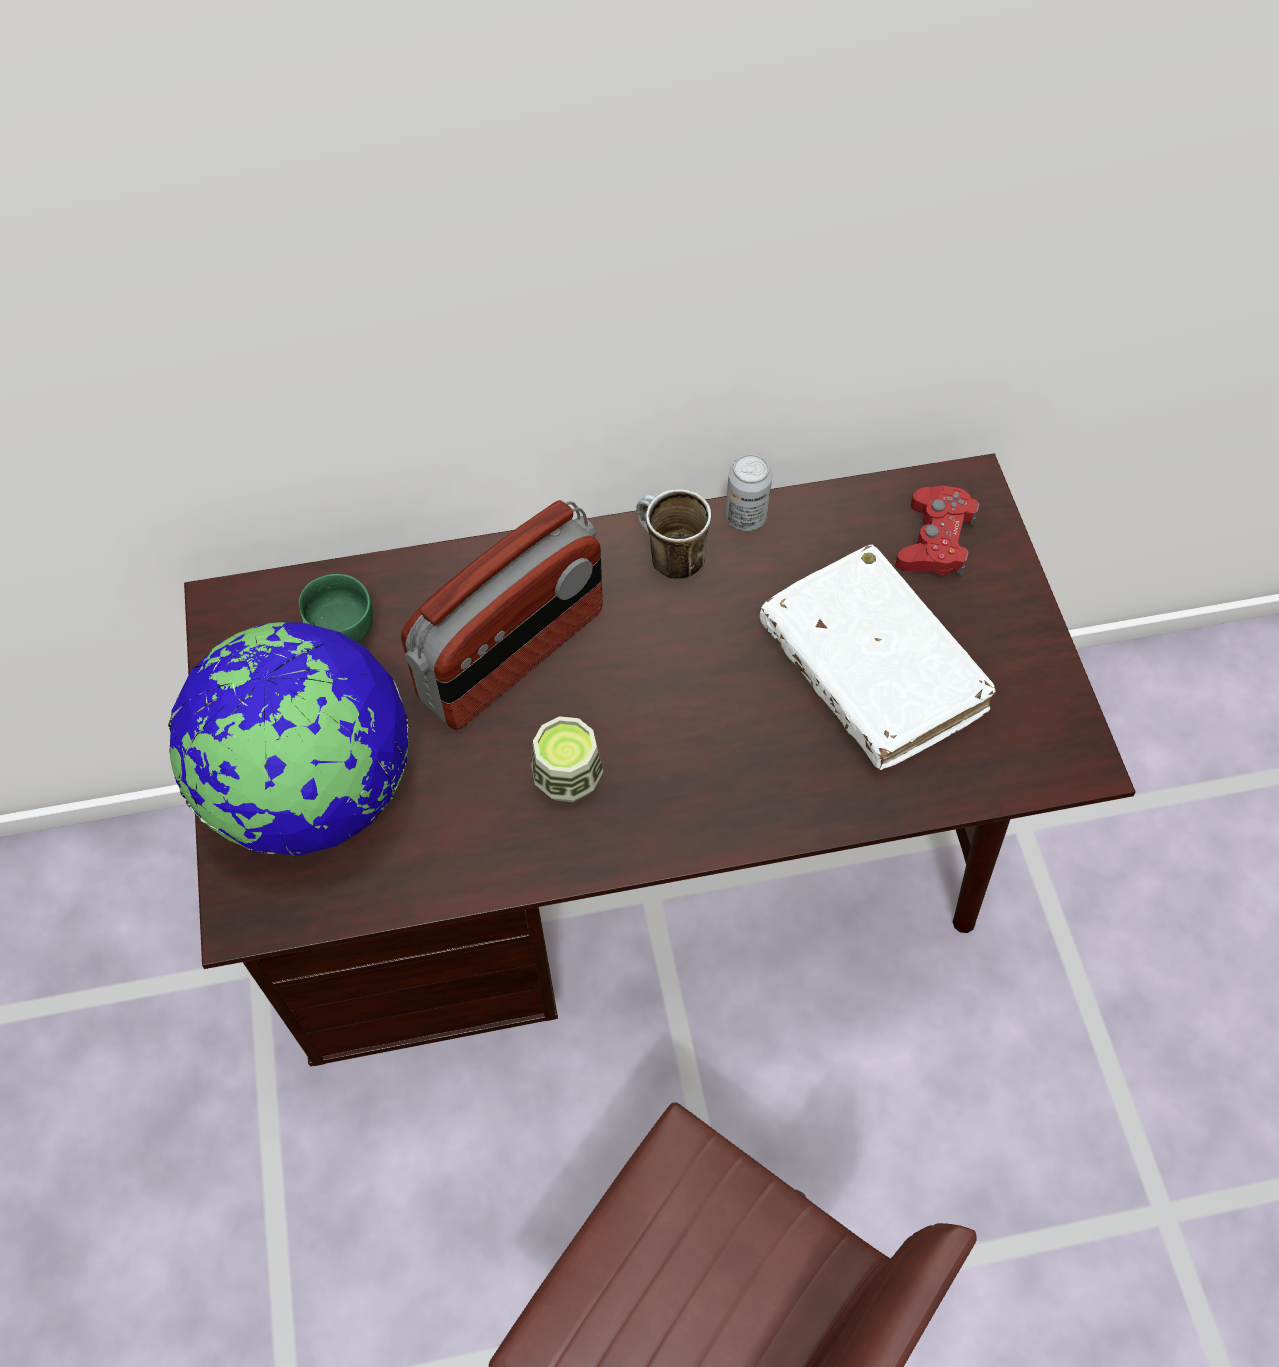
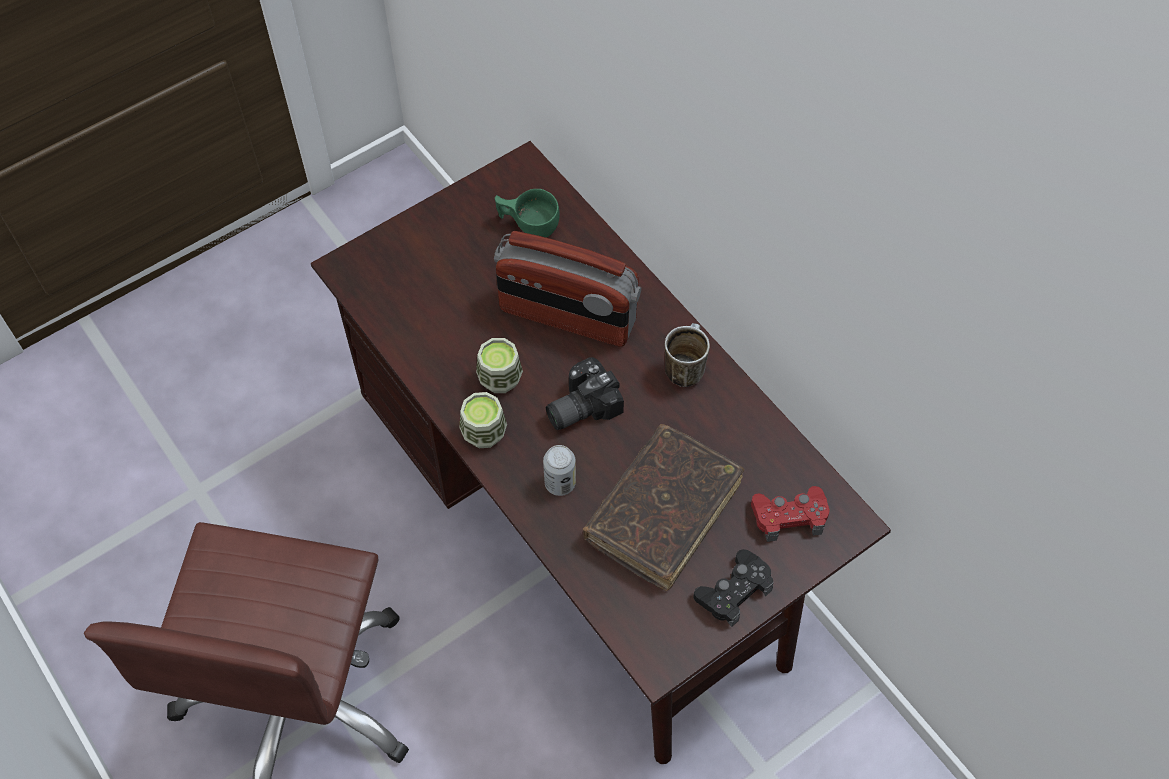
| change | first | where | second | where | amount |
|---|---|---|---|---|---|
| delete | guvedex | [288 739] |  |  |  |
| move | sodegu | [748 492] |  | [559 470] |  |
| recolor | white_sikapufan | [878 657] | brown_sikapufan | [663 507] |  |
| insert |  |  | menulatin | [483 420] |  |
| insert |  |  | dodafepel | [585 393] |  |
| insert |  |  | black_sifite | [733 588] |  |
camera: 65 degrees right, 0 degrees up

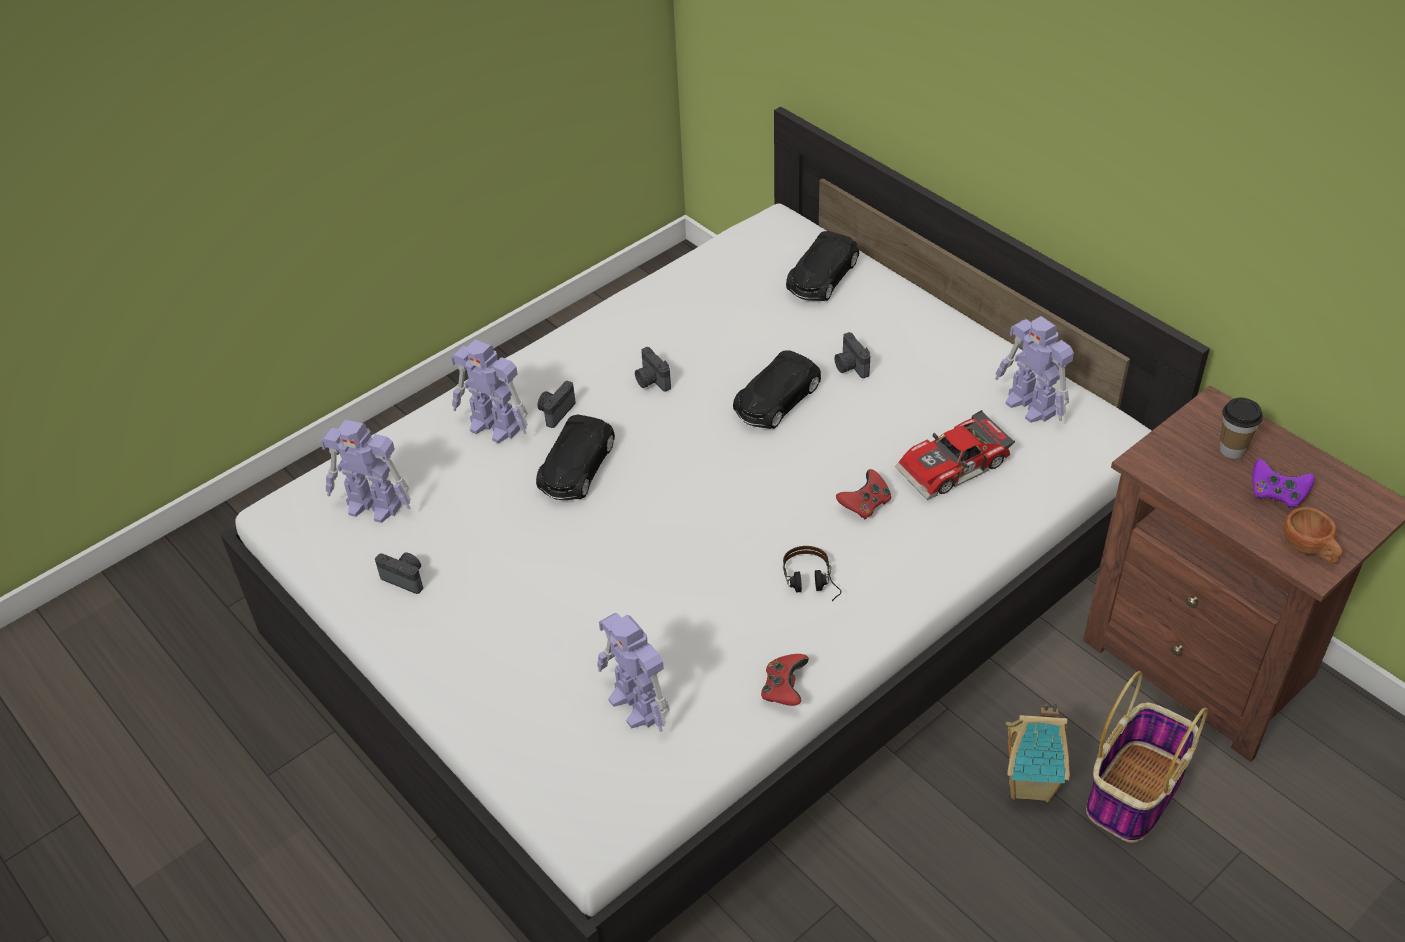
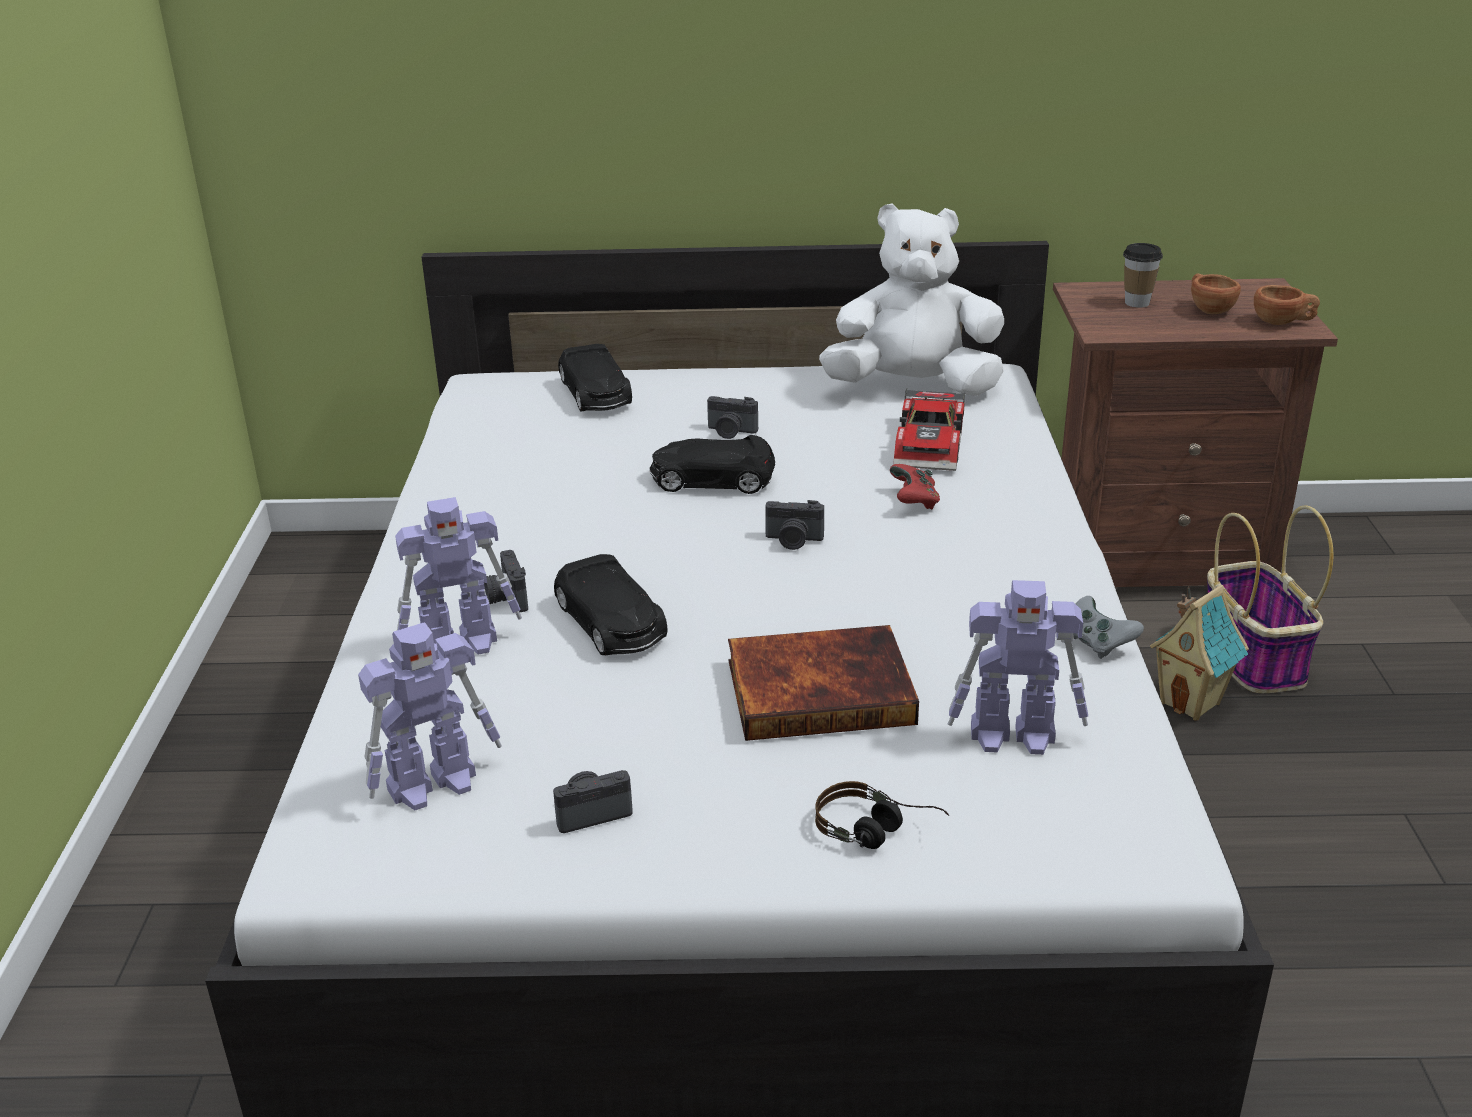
| change | first | where | second | where | amount |
|---|---|---|---|---|---|
| move | dodafepel | [653 369] |  | [794 525] |  |
| rotate | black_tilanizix | [777 389] |  | [712 464] | 105 degrees clockwise |
| recolor | red_sifite | [785 680] | grey_sifite | [1108 627] |  |
| move | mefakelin | [812 573] |  | [882 815] |  |
| replace | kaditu | [1034 369] | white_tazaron | [911 299] |  |
| replace | purple_sifite | [1283 484] | brown_menulatin | [1216 293] |  |
| insert |  |  | sikapufan | [823 683] |  |
camera: 50 degrees left, 15 degrees down

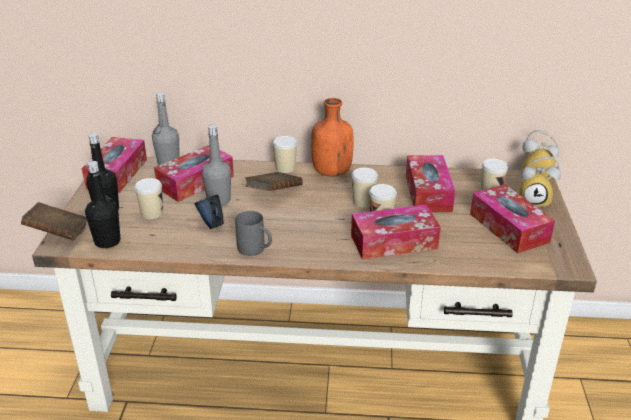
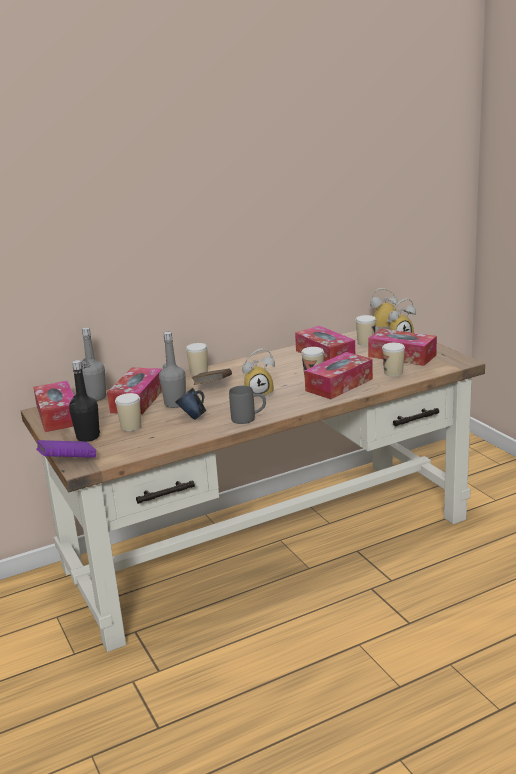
| change | first | where | second | where | amount |
|---|---|---|---|---|---|
| recolor | brown_sikapufan | [54 221] | purple_sikapufan | [66 449] |  |
| delete | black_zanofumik | [102 204] |  |  |  |
| delete | orange_zanofumik | [332 137] |  |  |  |
| move | menulatin | [365 188] |  | [393 360] |  |
| insert |  |  | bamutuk | [258 372] |  |
camera: 30 degrees left, 10 degrees down

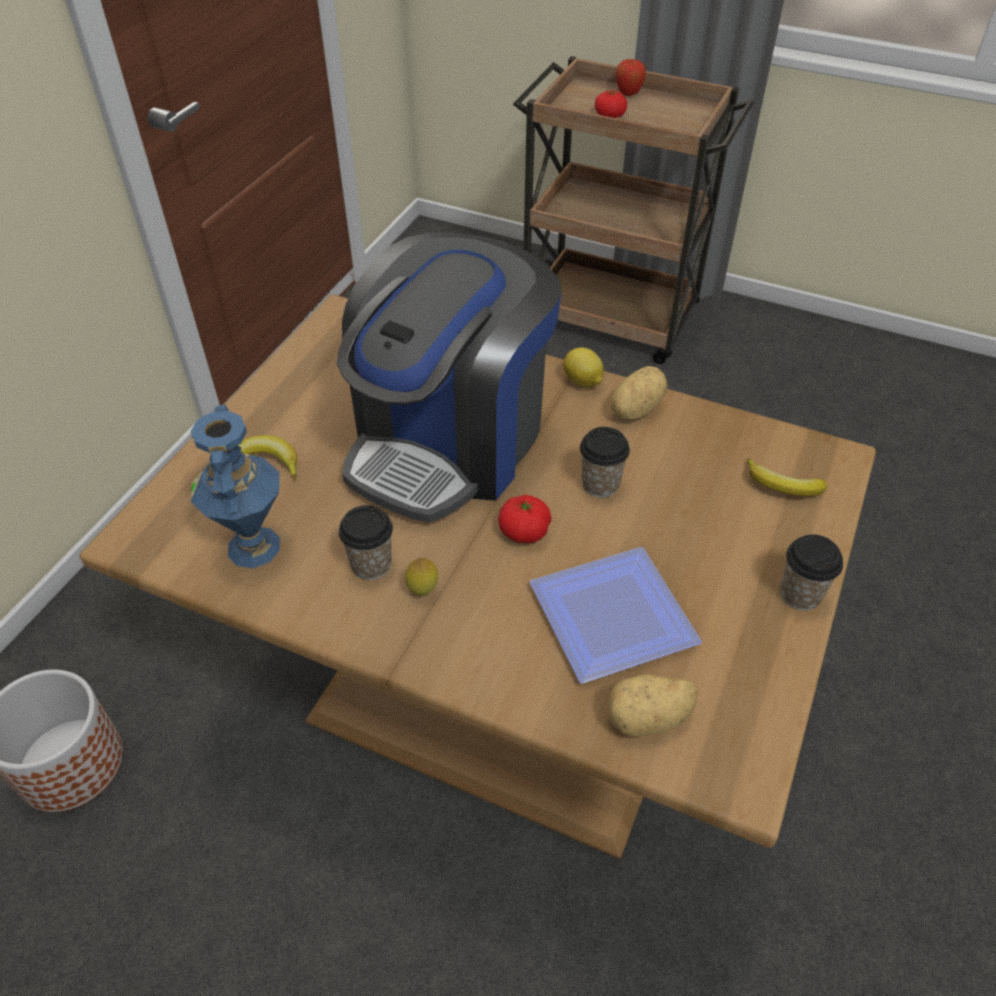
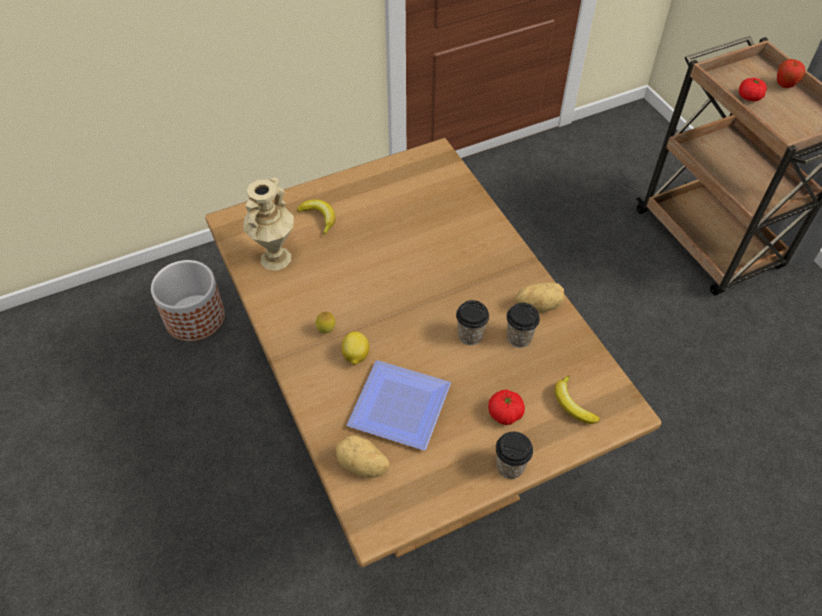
| change | first | where | second | where | amount |
|---|---|---|---|---|---|
| recolor | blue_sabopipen | [235 486] | beige_sabopipen | [268 224] |  |
| delete | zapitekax | [449 378] |  |  |  |
| move | menulatin | [366 542] |  | [523 325] |  |
| move | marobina | [524 519] |  | [506 407] |  |
| move | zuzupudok | [583 367] |  | [356 348] |  |
camera: 40 degrees right, 5 degrees up

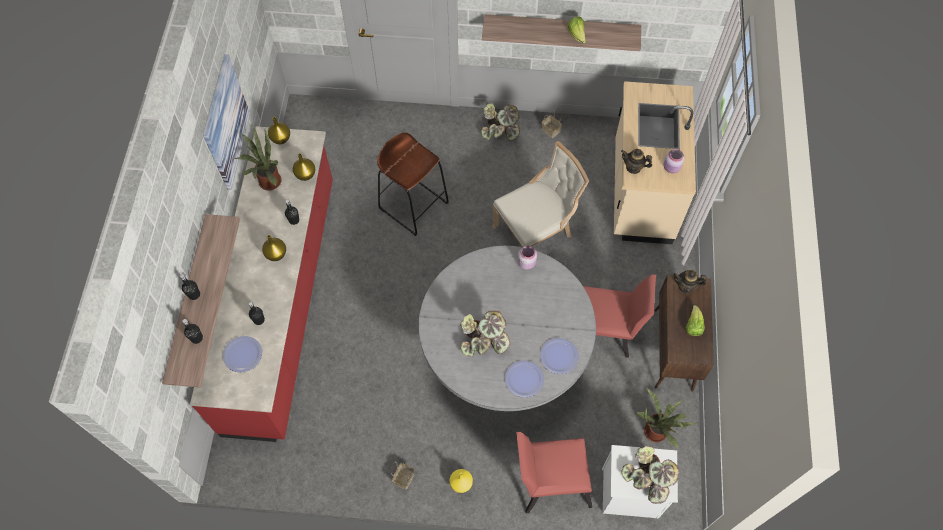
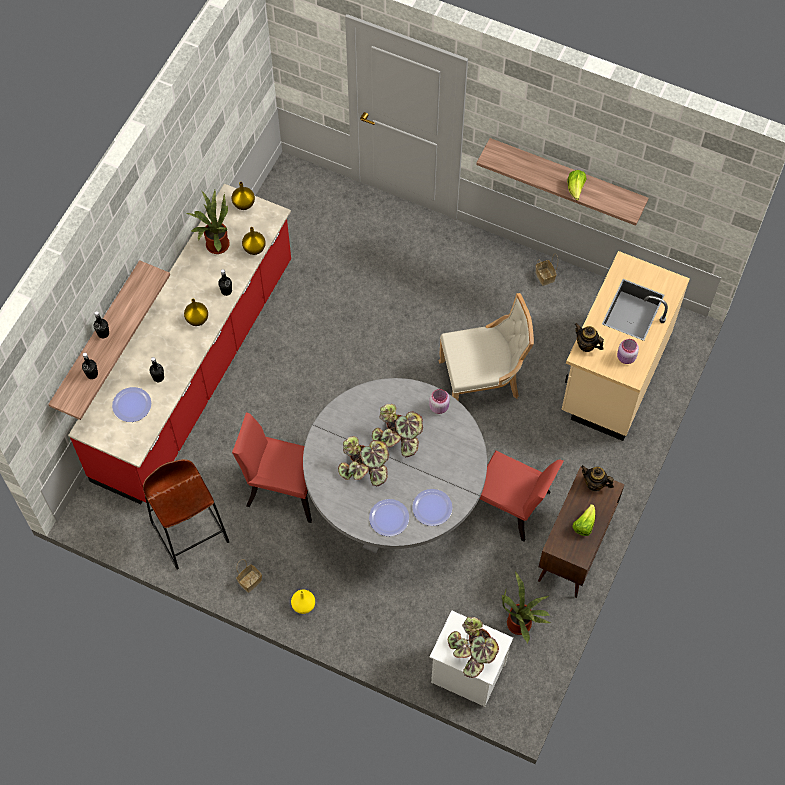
| change | first | where | second | where | amount |
|---|---|---|---|---|---|
| delete | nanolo | [226 122] |  |  |  |
| move | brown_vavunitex | [413 184] |  | [186 514] |  |
| move | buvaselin | [500 122] |  | [397 430] |  |
| move | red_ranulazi | [554 472] |  | [272 467] |  |
camera: 20 degrees right, 0 degrees up

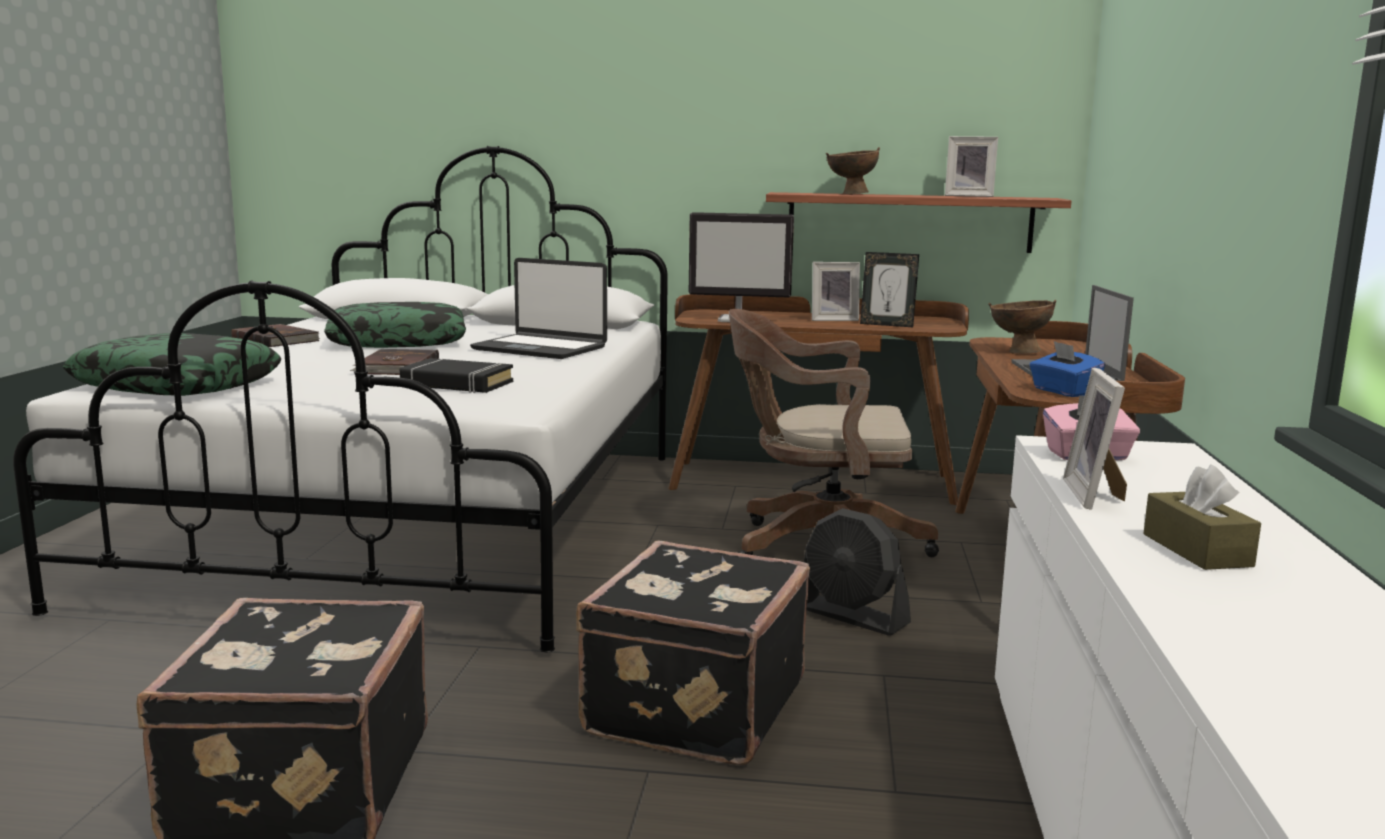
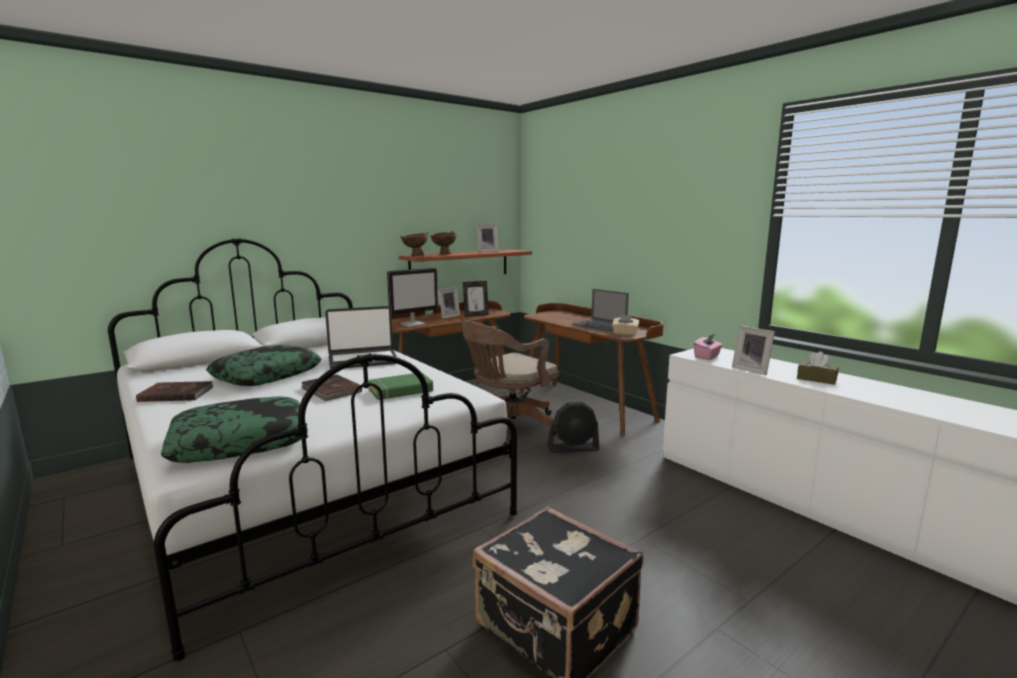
| change | first | where | second | where | amount |
|---|---|---|---|---|---|
| recolor | black_sikapufan | [456 375] | green_sikapufan | [400 386] |  |
| delete | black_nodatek | [693 653] |  |  |  |
| move | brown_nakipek | [1022 327] |  | [414 244] |  |
| recolor | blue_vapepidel | [1067 369] | beige_vapepidel | [625 324] |  |
camera: 45 degrees left, 0 degrees up

